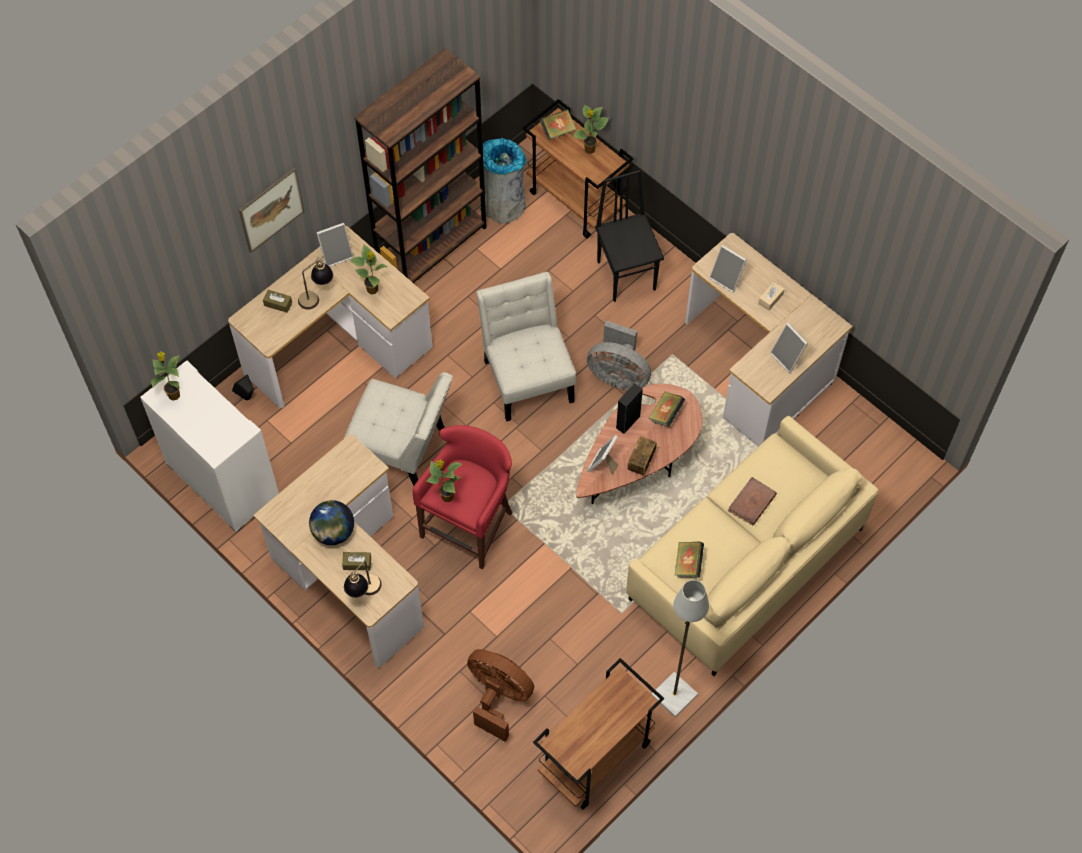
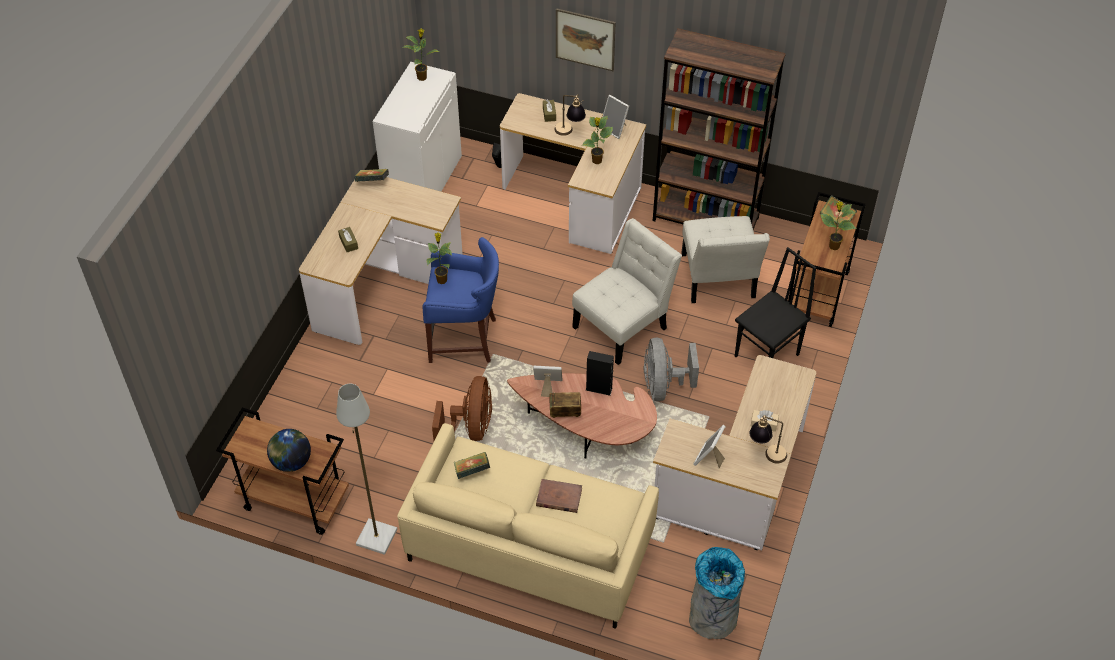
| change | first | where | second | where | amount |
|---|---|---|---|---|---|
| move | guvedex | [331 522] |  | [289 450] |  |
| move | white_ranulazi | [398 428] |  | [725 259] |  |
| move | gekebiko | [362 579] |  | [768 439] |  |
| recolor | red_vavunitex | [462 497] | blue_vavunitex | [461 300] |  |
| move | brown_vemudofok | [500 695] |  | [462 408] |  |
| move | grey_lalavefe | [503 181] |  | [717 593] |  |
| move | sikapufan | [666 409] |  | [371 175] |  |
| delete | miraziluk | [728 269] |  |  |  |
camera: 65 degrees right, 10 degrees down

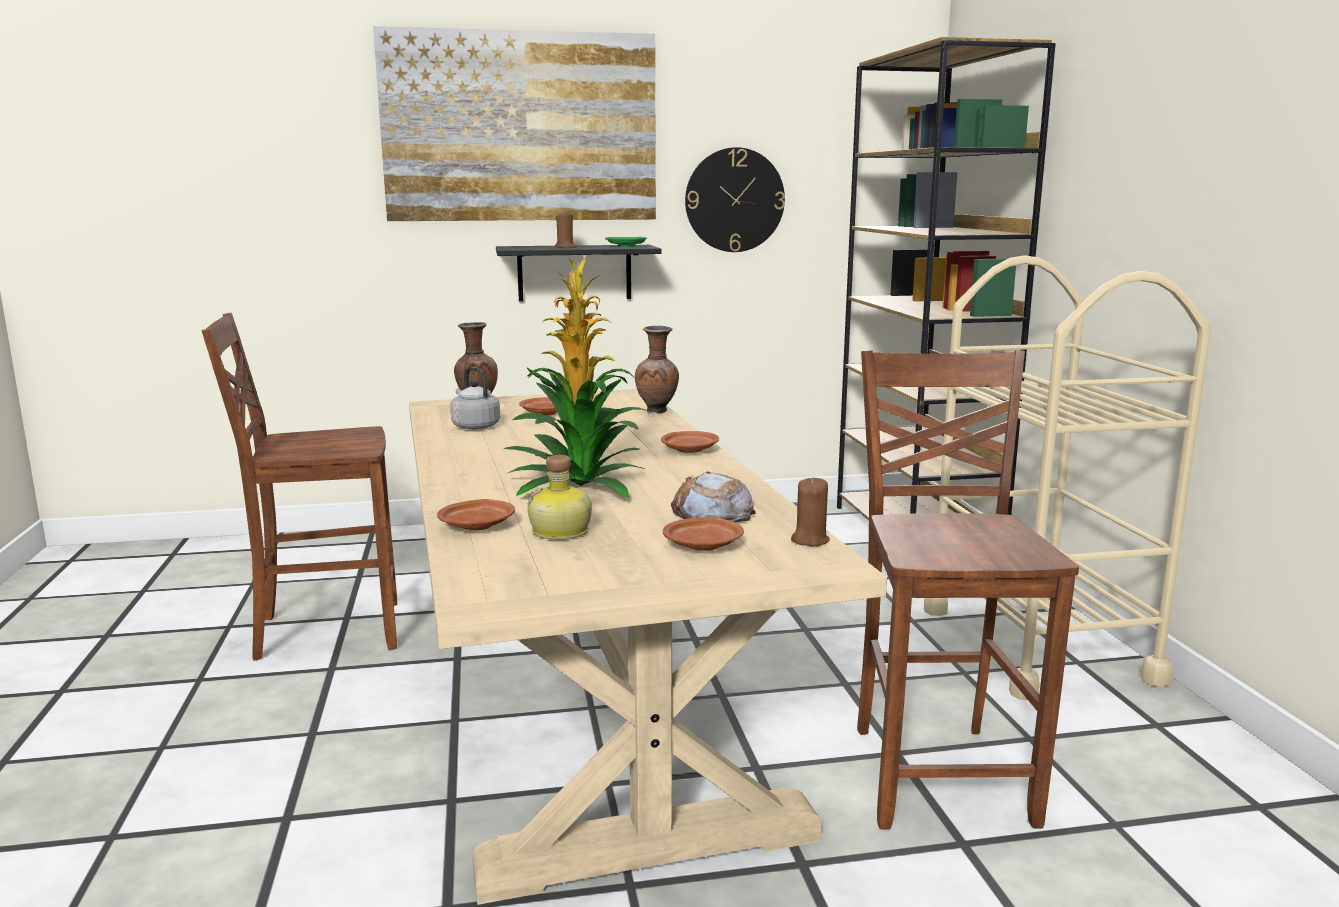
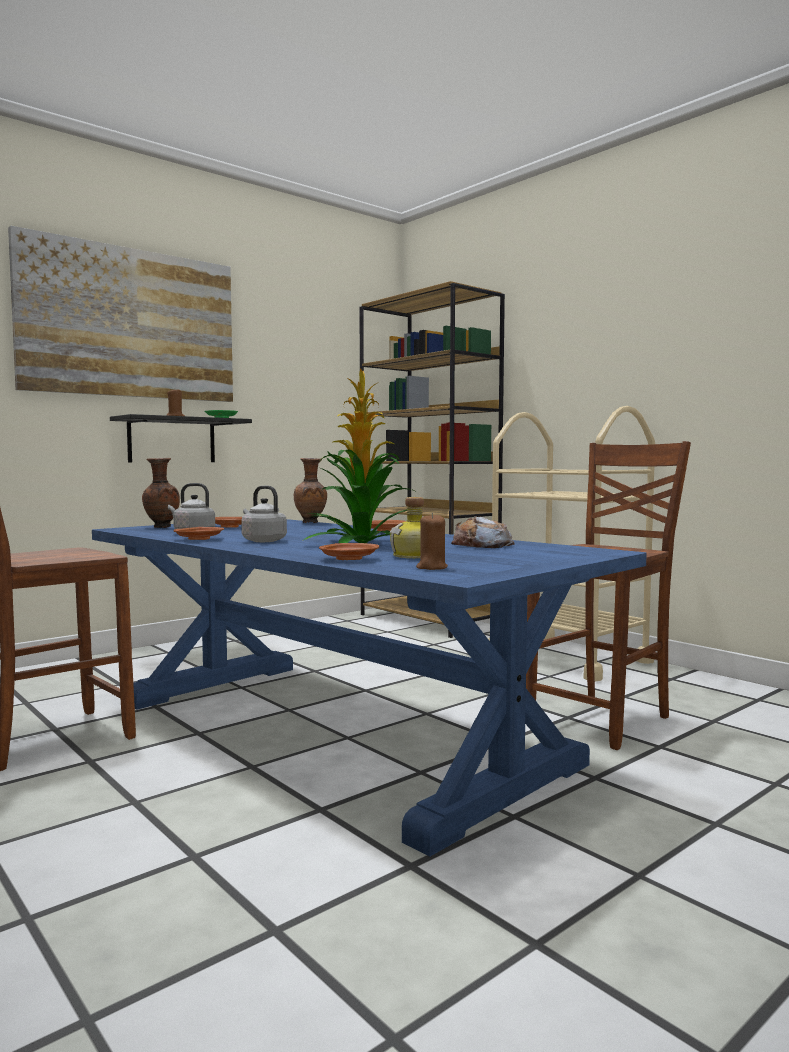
| change | first | where | second | where | amount |
|---|---|---|---|---|---|
| recolor | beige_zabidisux | [648 647] | blue_zabidisux | [369 688] |  |
| move | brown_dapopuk | [703 534] |  | [199 533] |  |
| delete | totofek | [735 199] |  |  |  |
| move | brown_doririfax | [810 511] |  | [432 541] |  |
| rotate | brown_ranulazi | [968 590] |  | [608 595] | 75 degrees clockwise |
| insert |  |  | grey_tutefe | [264 514] |  |
camera: 30 degrees left, 10 degrees down

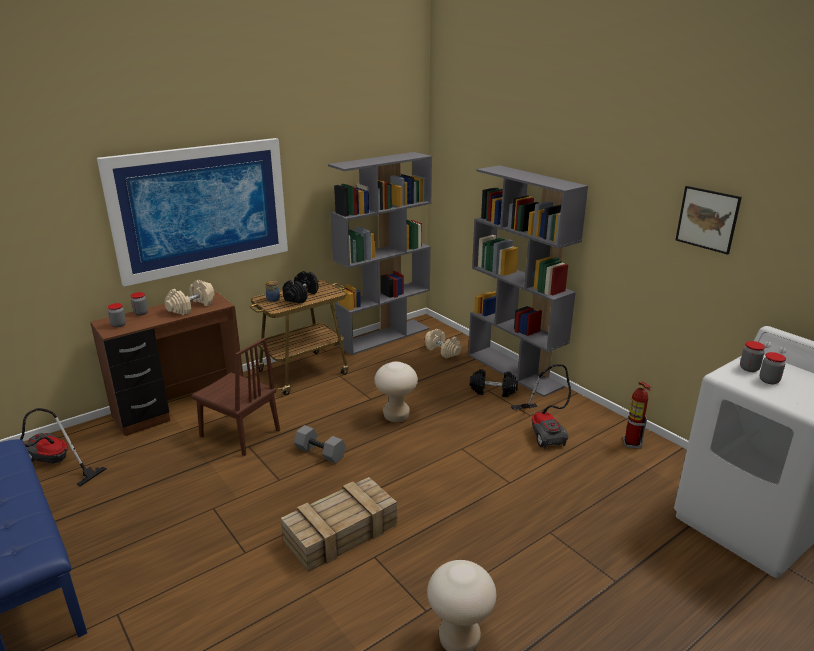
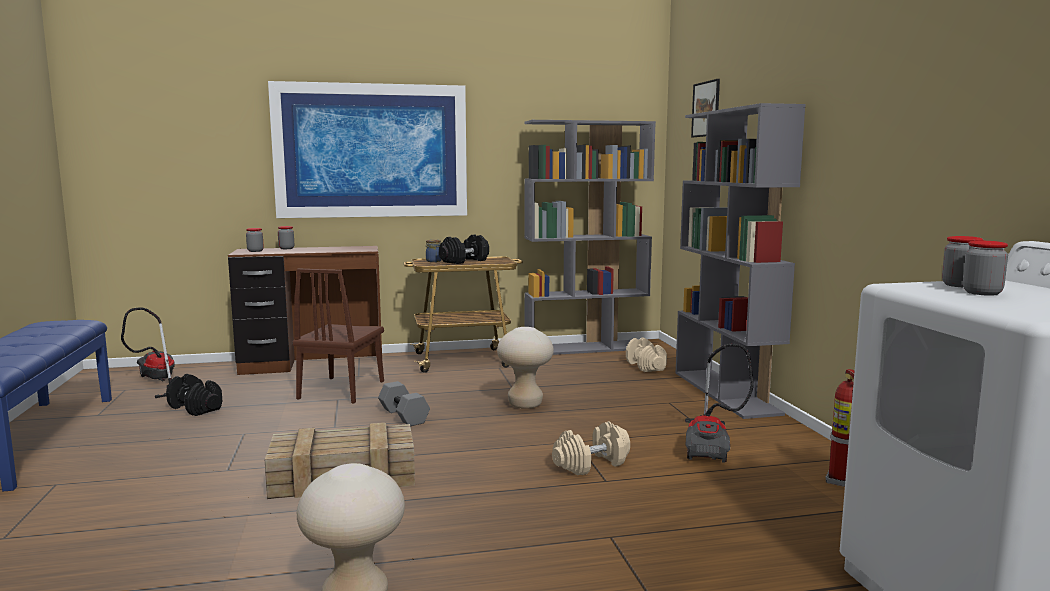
| change | first | where | second | where | amount |
|---|---|---|---|---|---|
| move | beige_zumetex | [190 297] |  | [591 448] |  |
| rotate | brown_ranulazi | [235 397] |  | [338 336] | 45 degrees clockwise |
| move | black_zumetex | [494 383] |  | [194 395] |  |
| move | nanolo | [709 220] |  | [705 108] |  |
camera: 25 degrees right, 15 degrees down

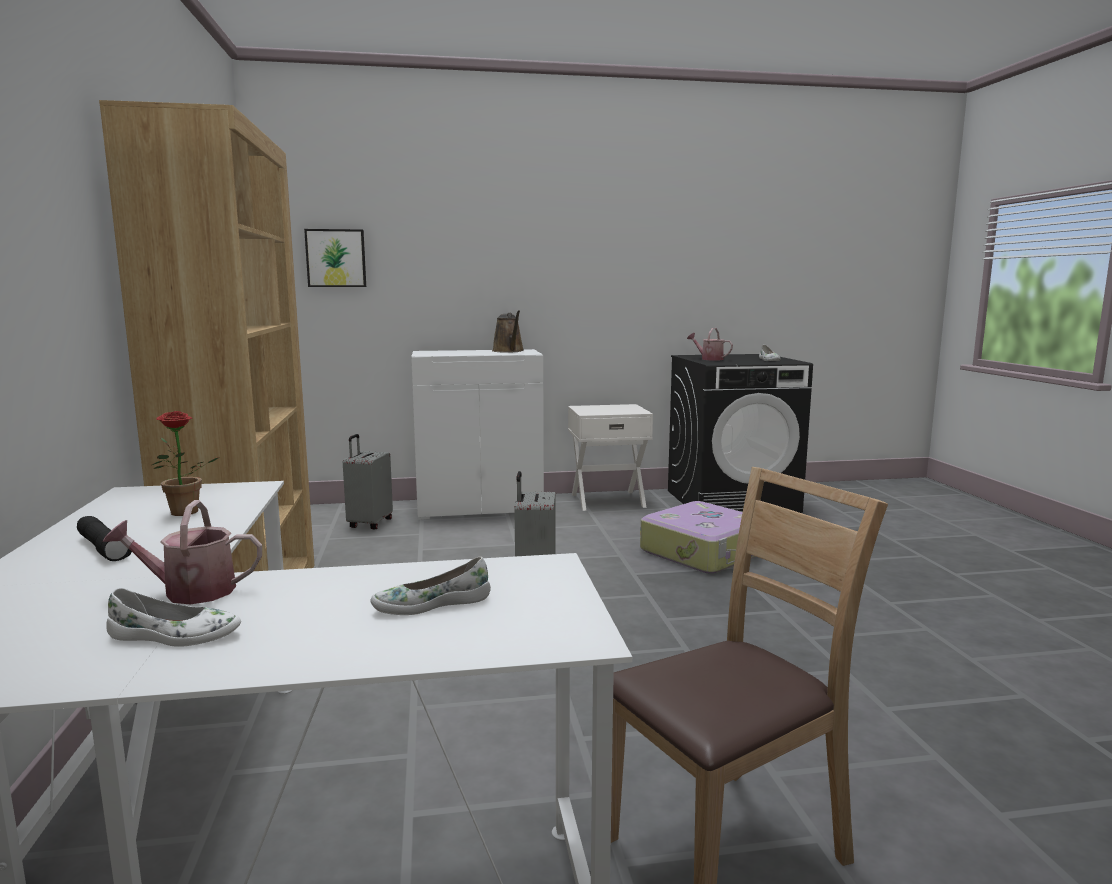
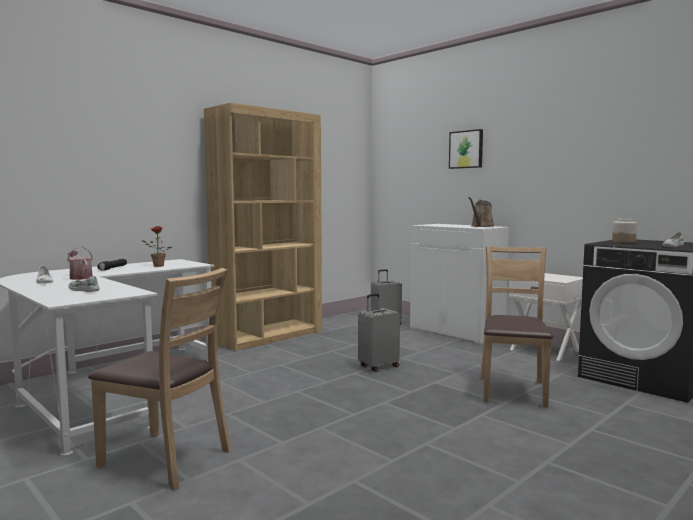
| change | first | where | second | where | amount |
|---|---|---|---|---|---|
| move | nanolo | [335 258] |  | [466 149] |  |
| replace | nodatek | [698 537] | brown_ranulazi | [516 327] |  |
| replace | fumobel | [710 344] | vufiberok | [624 231] |  |
camera: 55 degrees right, 5 degrees down

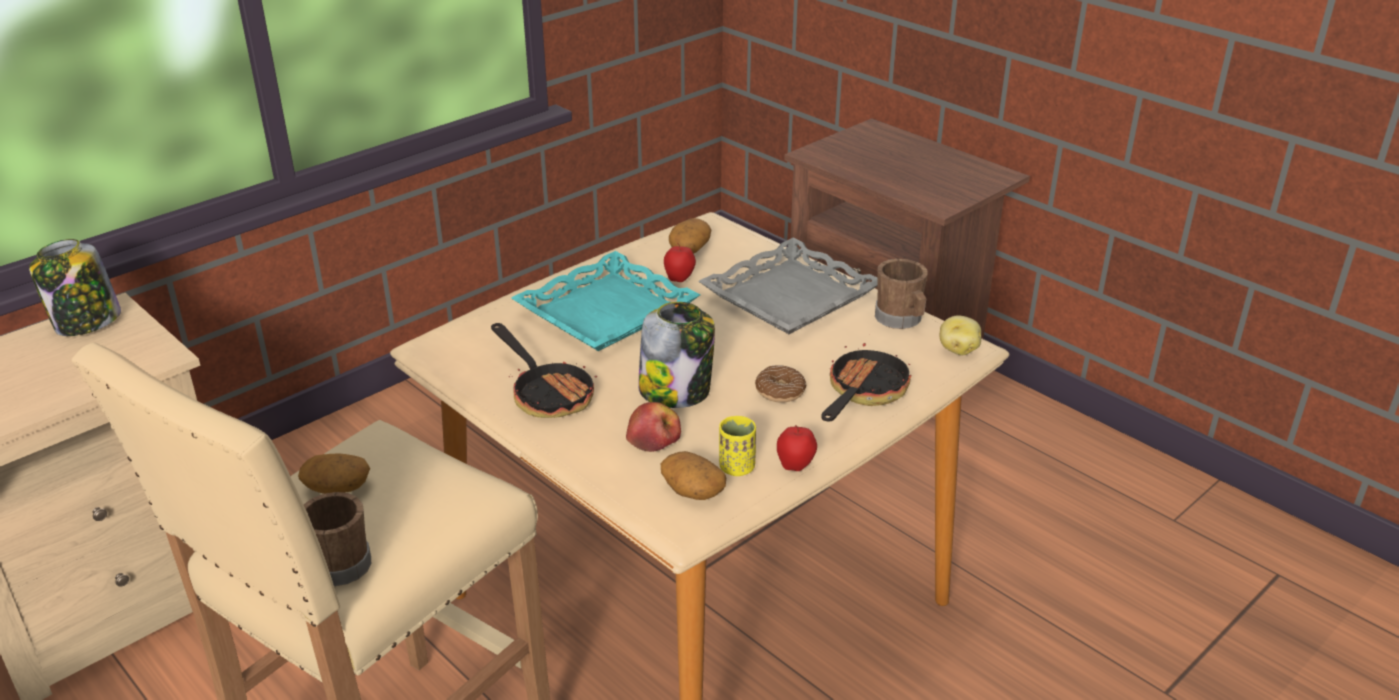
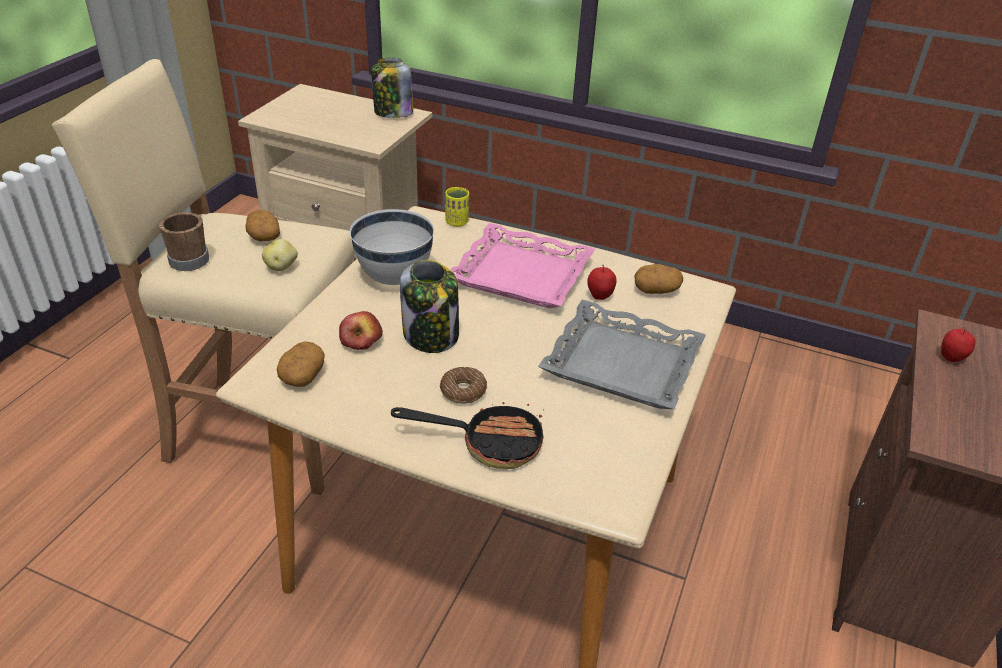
| change | first | where | second | where | amount |
|---|---|---|---|---|---|
| replace | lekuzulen | [544 370] | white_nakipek | [392 247] |  |
| recolor | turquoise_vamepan | [605 301] | pink_vamepan | [522 265] |  |
| move | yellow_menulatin | [737 446] |  | [457 207] |  |
| move | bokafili | [797 448] |  | [958 344] |  |
| delete | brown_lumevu | [901 294] |  |  |  |
| move | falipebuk | [960 335] |  | [280 255] |  |
camera: 65 degrees right, 5 degrees up

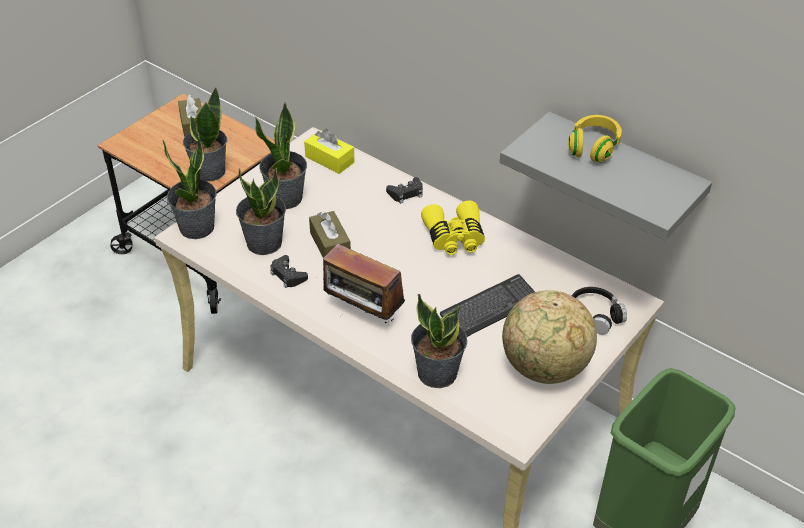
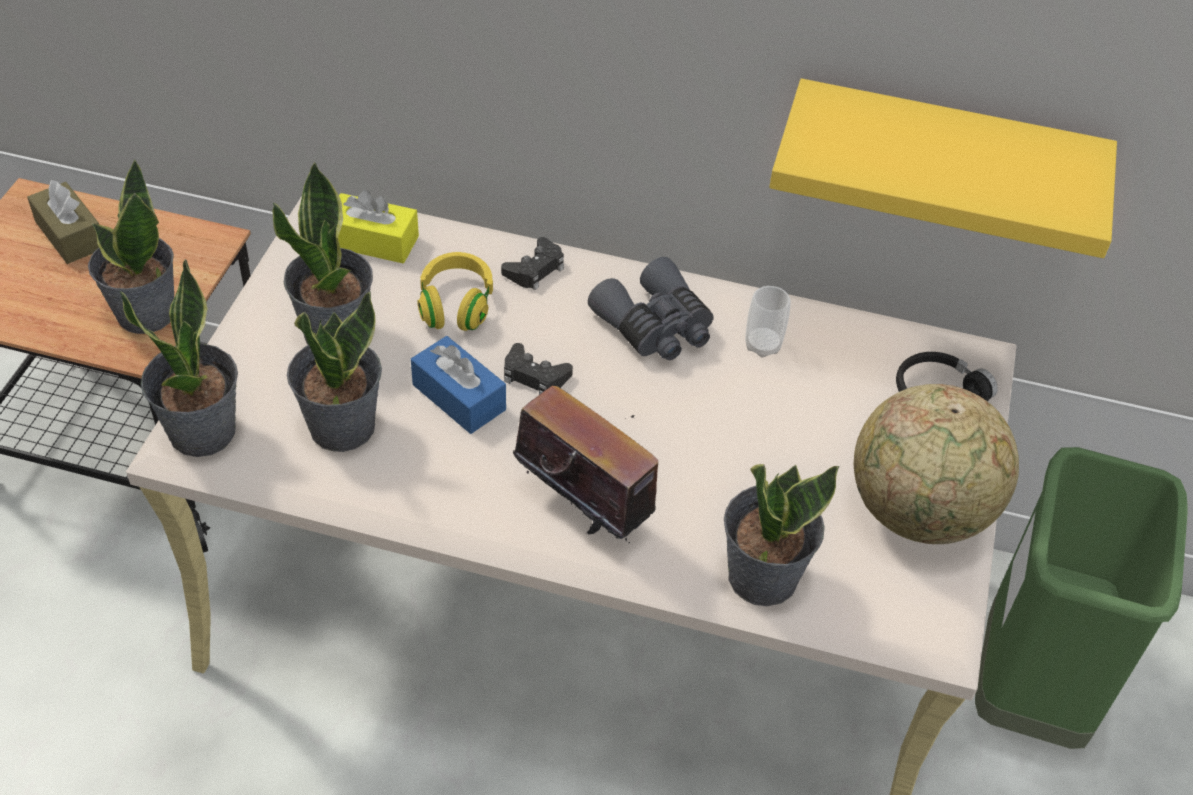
| change | first | where | second | where | amount |
|---|---|---|---|---|---|
| move | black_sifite | [289 271] |  | [538 369] |  |
| recolor | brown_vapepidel | [330 234] | blue_vapepidel | [458 385] |  |
| rotate | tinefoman | [364 283] |  | [585 464] | 150 degrees counterclockwise |
| recolor | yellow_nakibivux | [453 228] | grey_nakibivux | [651 308] |  |
| delete | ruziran | [487 305] |  |  |  |
| recolor | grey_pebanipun | [606 176] | yellow_pebanipun | [943 168] |  |
| move | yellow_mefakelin | [595 139] |  | [455 291] |  |
| insert |  |  | menulatin | [768 321] |  |
camera: 25 degrees left, 5 degrees up

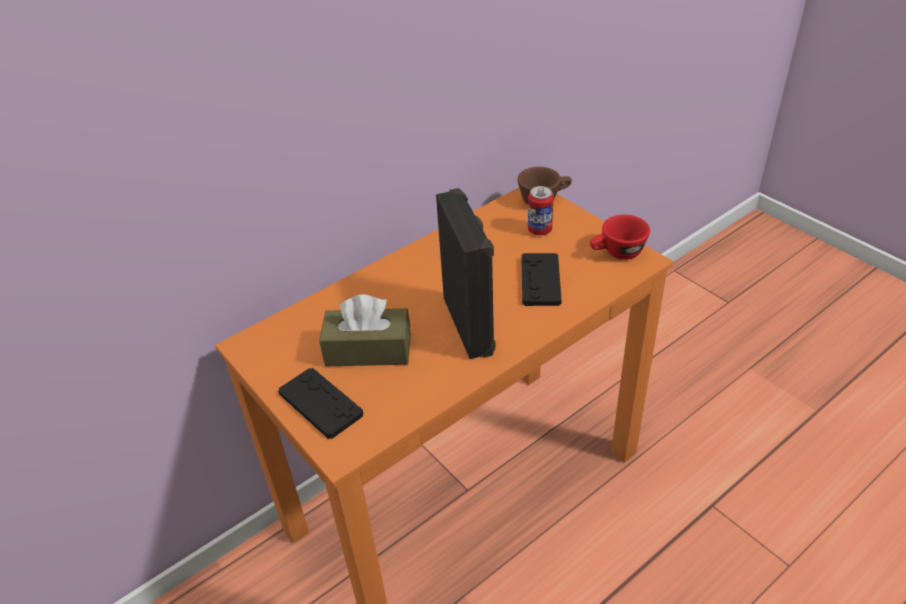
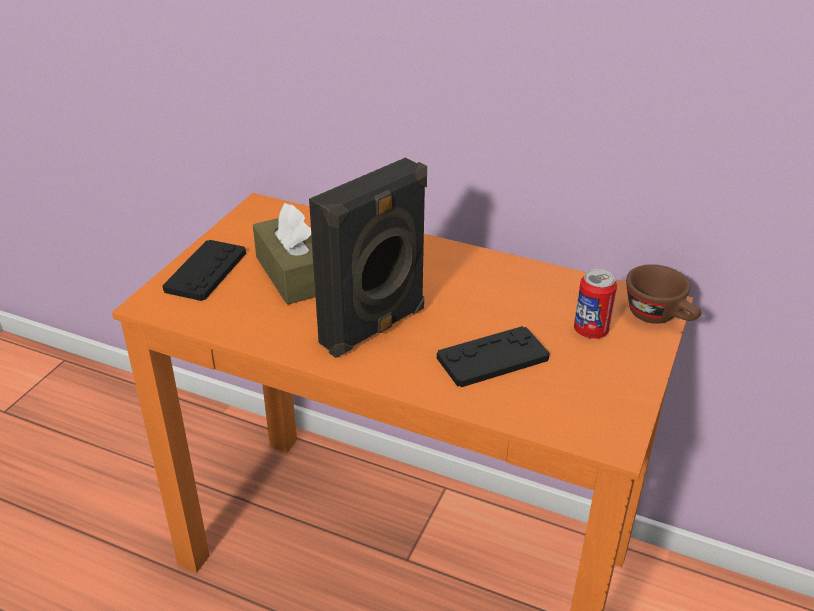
| change | first | where | second | where | amount |
|---|---|---|---|---|---|
| delete | red_menulatin | [620 237] |  |  |  |
camera: 60 degrees right, 5 degrees down

